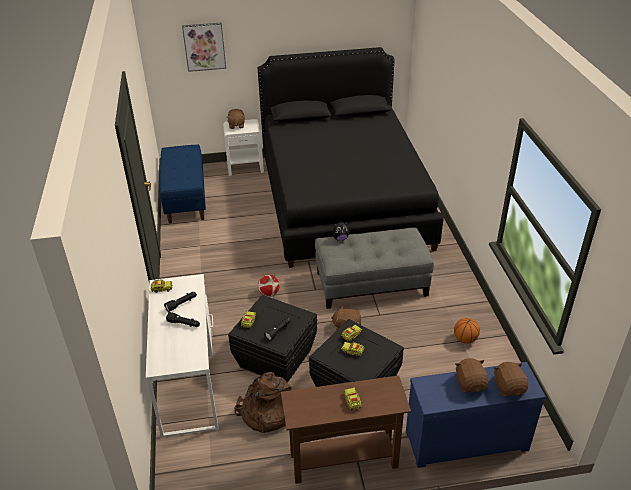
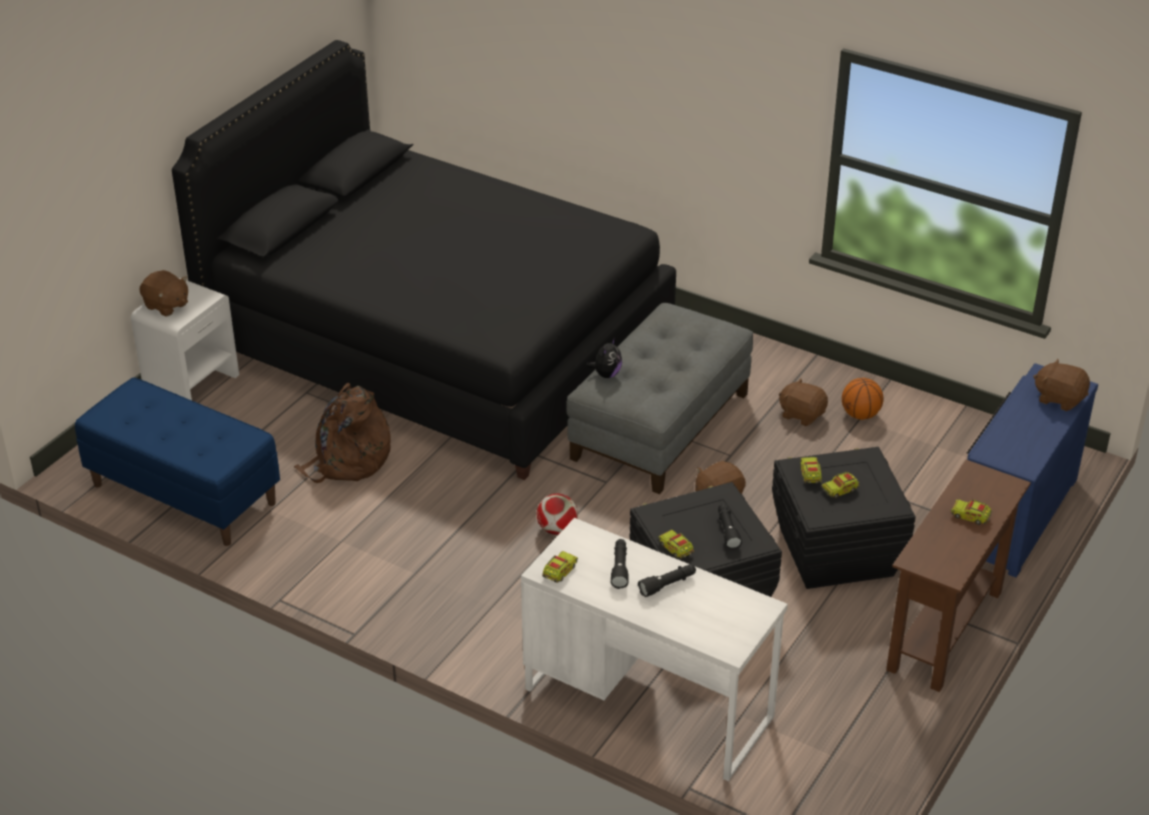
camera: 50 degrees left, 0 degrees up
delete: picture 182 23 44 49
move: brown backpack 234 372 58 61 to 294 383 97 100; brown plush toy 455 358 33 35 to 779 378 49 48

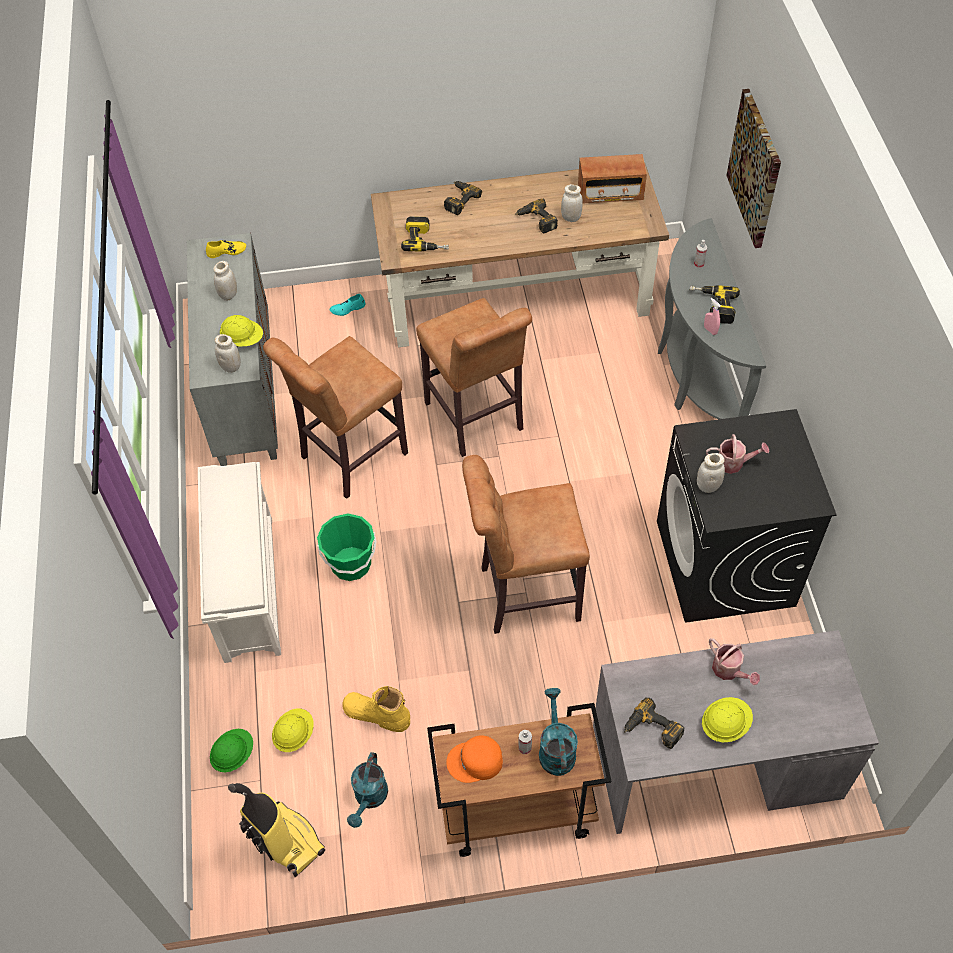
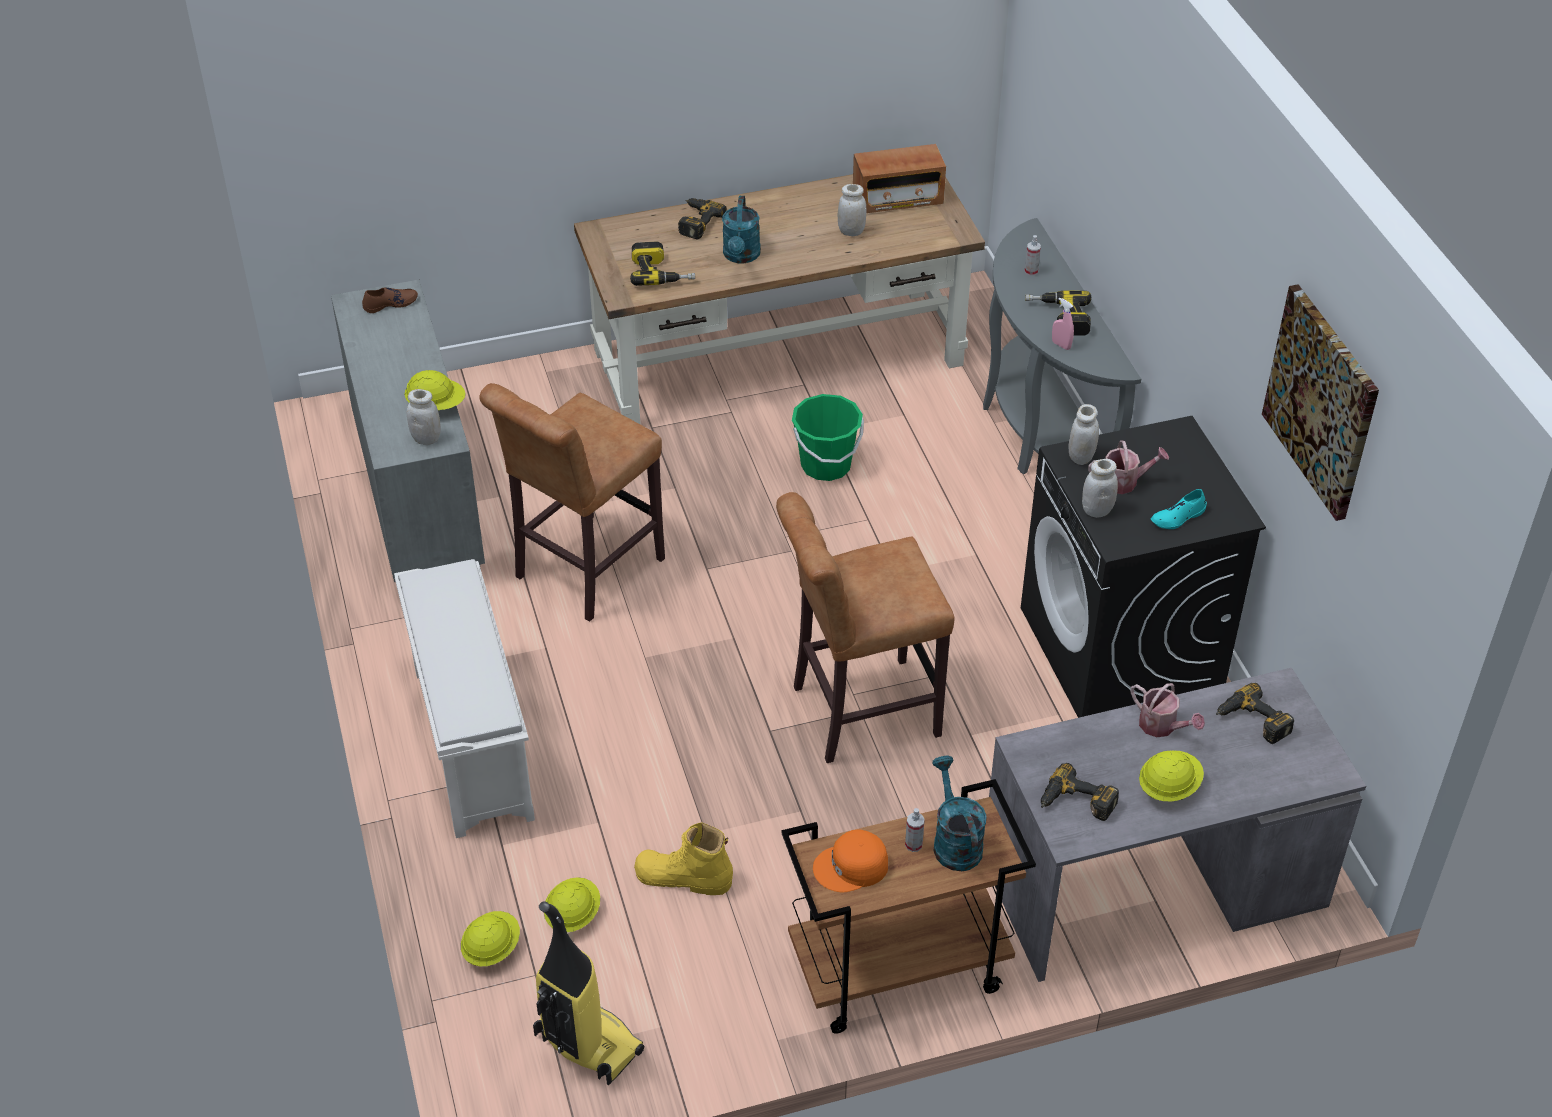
camera: 10 degrees left, 10 degrees down
delete: brown stool 416 298 116 159
move: white jar 213 261 24 40 to 1068 404 31 61; green bucket 317 514 59 67 to 792 394 72 87; turquoise shoe 330 294 35 22 to 1151 489 56 40; turquoise watering can 347 752 41 76 to 722 196 39 68; power drill 515 199 43 34 to 1216 683 78 61; picture 726 89 55 159 to 1262 284 117 237
recolor: yellow shoe 206 240 40 18 to brown shoe 362 288 56 25; green hard hat 210 729 43 43 to yellow hard hat 461 911 59 55

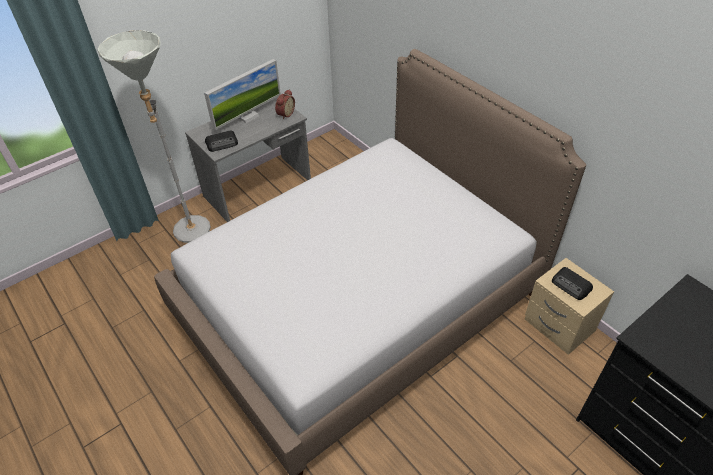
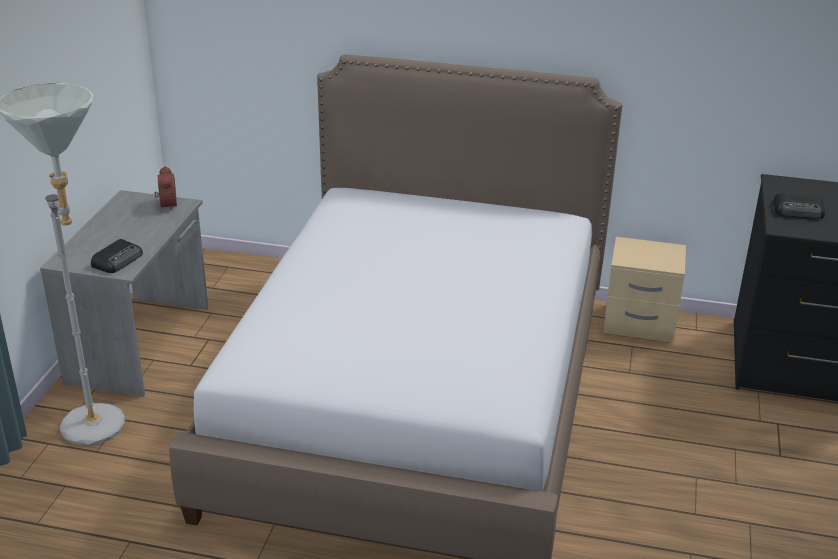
camera: 40 degrees left, 15 degrees down
delete: monitor 204 59 77 71
move: radio 552 267 41 33 to 773 193 52 26

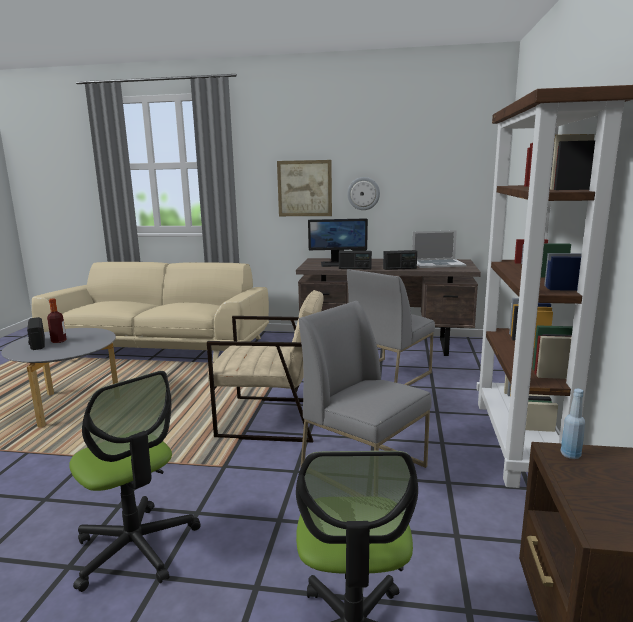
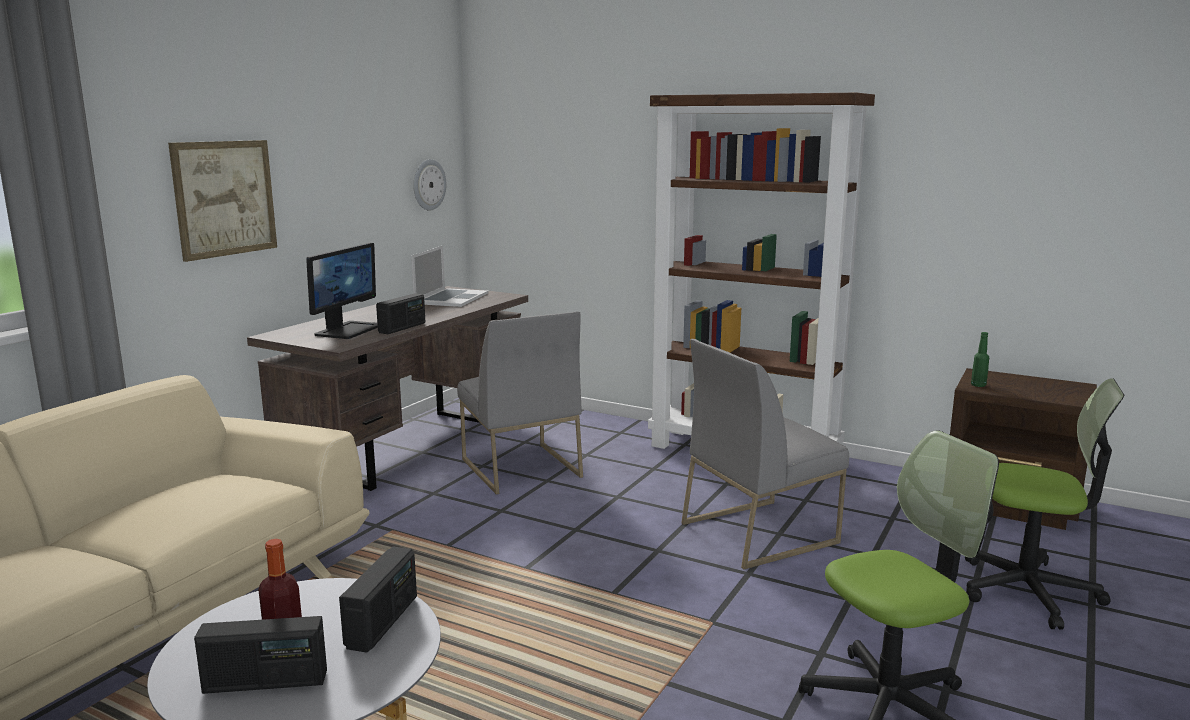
camera: 70 degrees left, 0 degrees up
delete: beige armchair 207 290 117 153
move: wall clock 347 177 33 33 to 413 159 34 52; radio 383 250 34 20 to 339 547 78 106
recolor: blue bottle 561 389 24 70 to green bottle 971 332 18 55

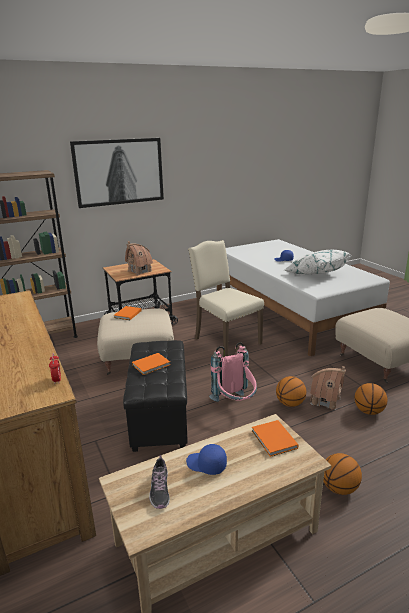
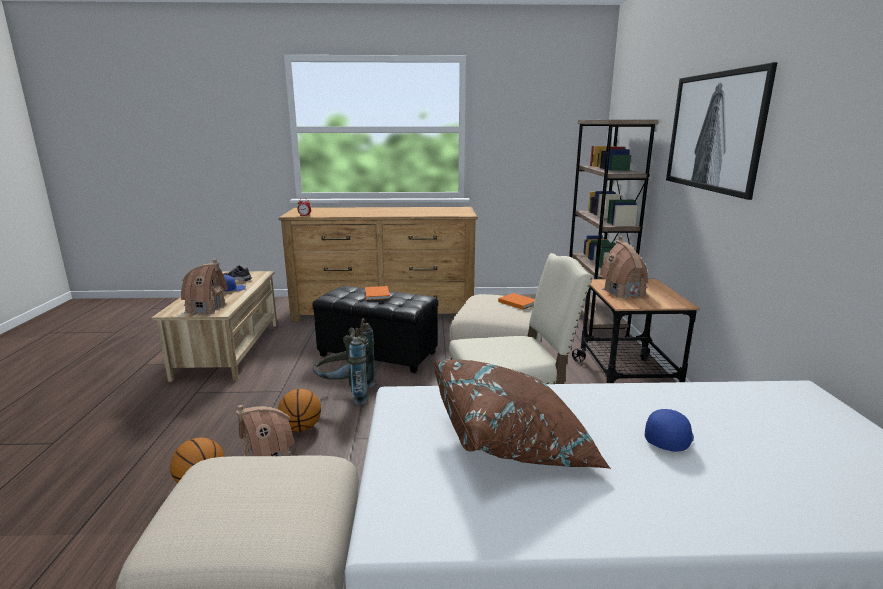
camera: 115 degrees right, 5 degrees down
delete: basketball 323 453 39 42
replace: orange book 252 420 46 37 to toy house 181 259 47 55
recolor: pink backpack 209 342 48 60 to grey backpack 313 318 63 87; white pillow 284 250 67 25 to brown pillow 433 359 178 110

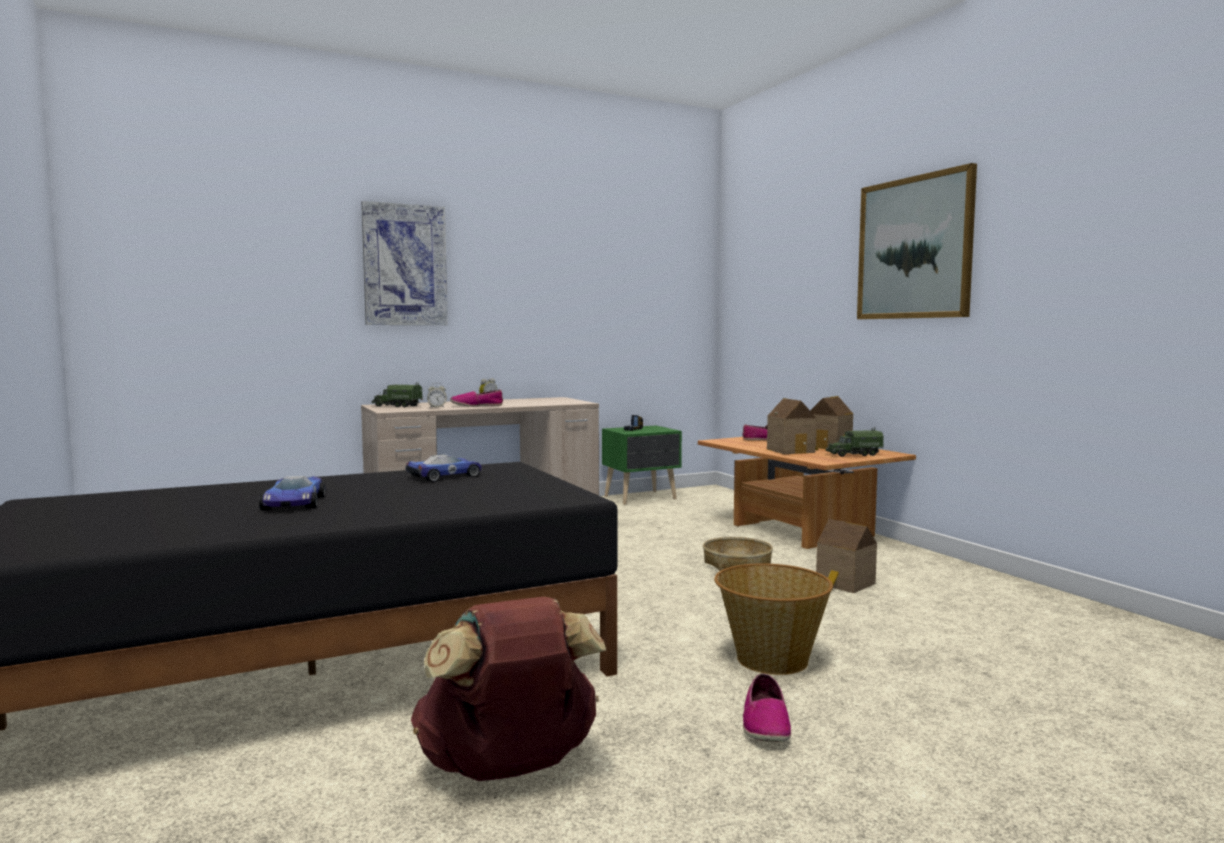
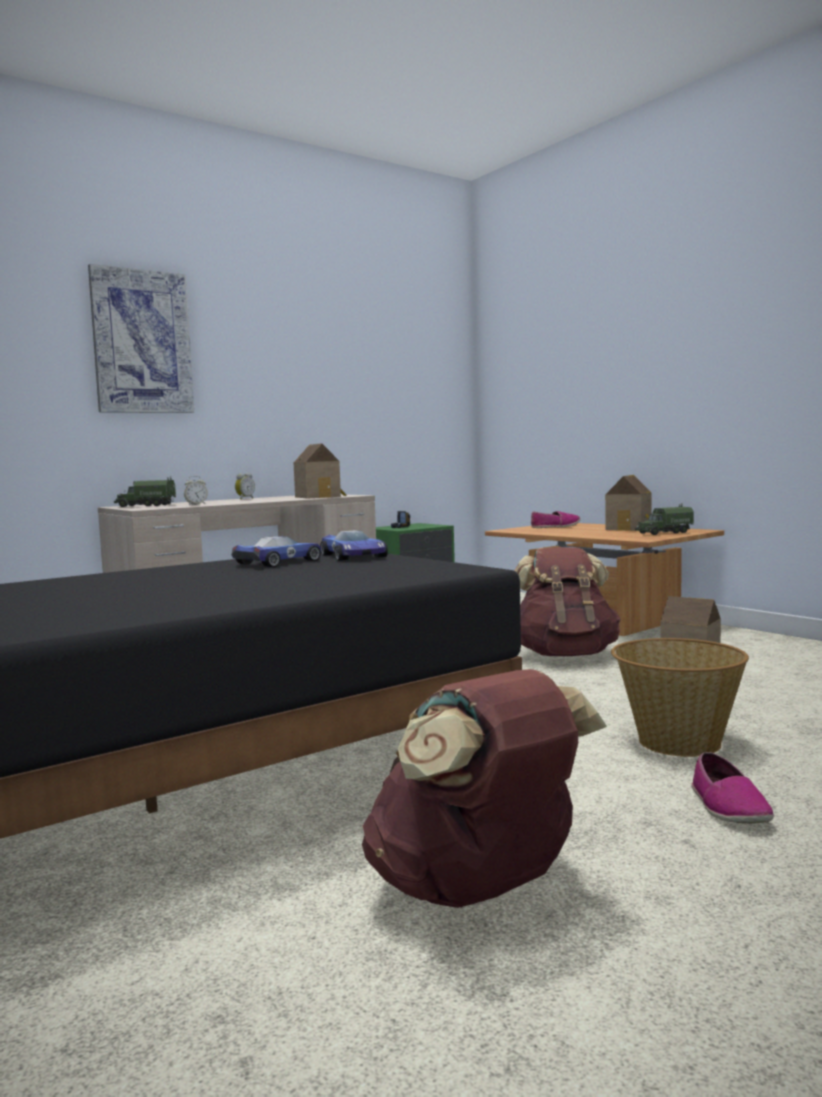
camera: 10 degrees left, 0 degrees up
delete: shoe 450 389 53 18; picture 857 163 120 156
move: toy car 259 476 67 34 to 320 530 68 31; toy house 767 398 51 56 to 293 443 54 56
replace: basket 703 537 70 34 to brown backpack 514 547 107 109

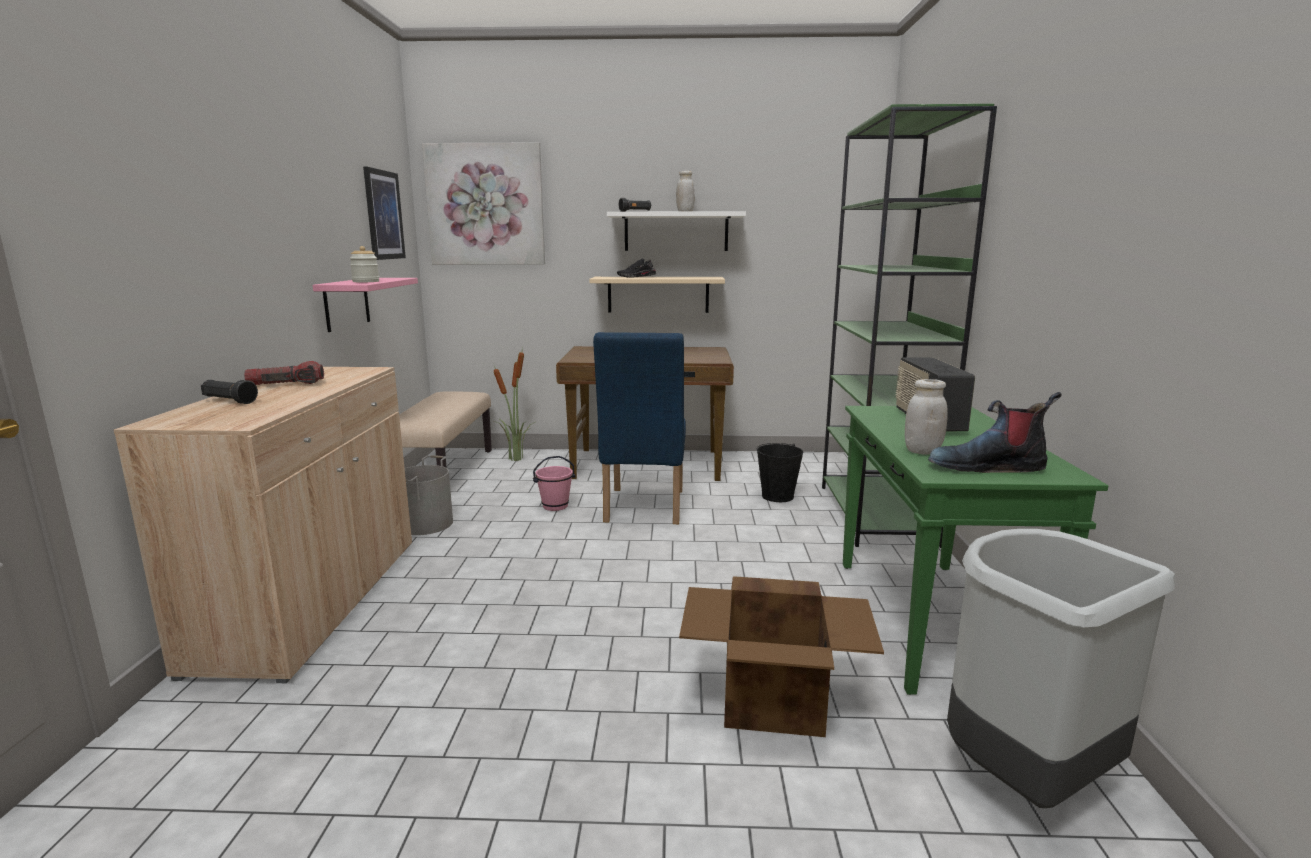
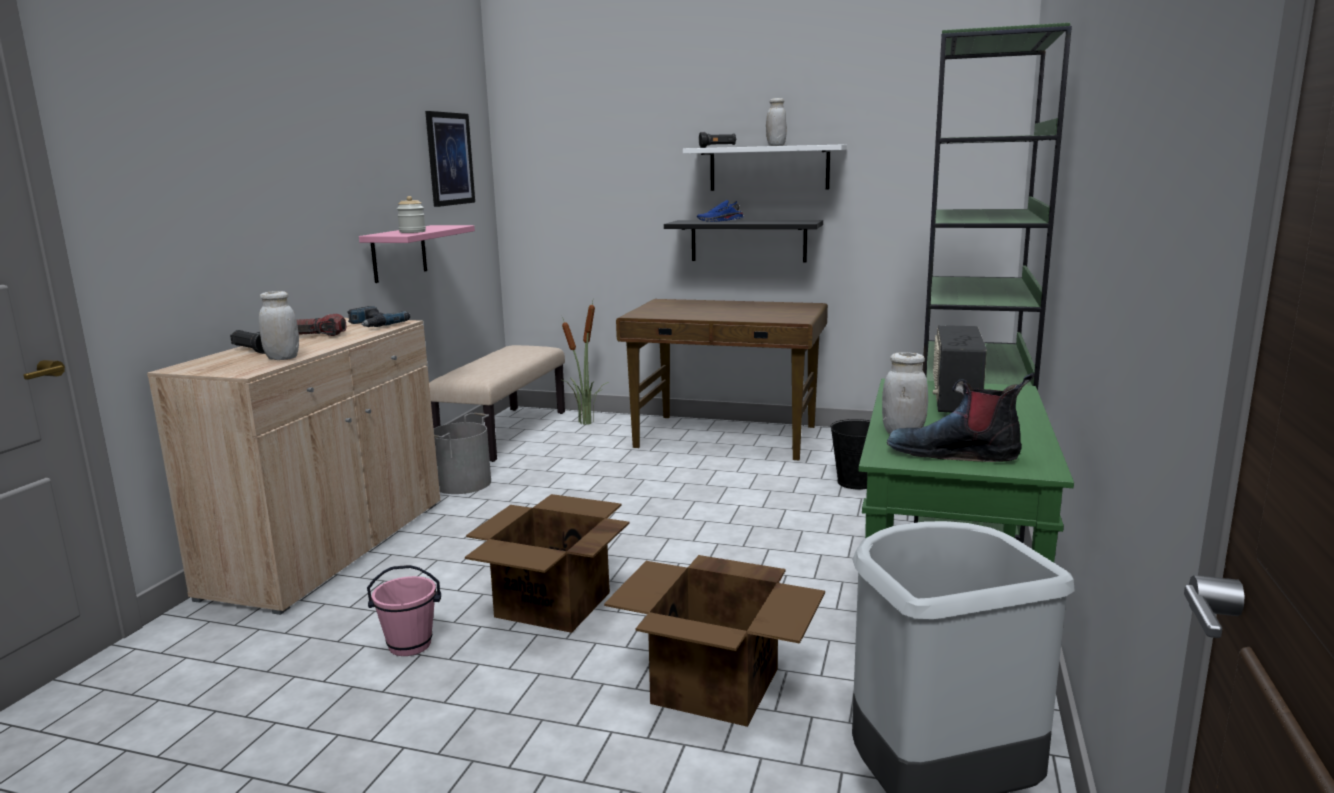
camera: 15 degrees right, 0 degrees up
delete: picture 422 142 123 123; blue chair 593 332 93 192
insert: white jar 259 291 40 69; power drill 347 306 63 21; cardboard box 465 494 164 139
move: pink bucket 533 456 43 55 to 367 565 74 91
recolor: beige shelf 589 277 136 36 to black shelf 664 220 159 42; black shoe 617 258 40 19 to blue shoe 697 200 47 22

